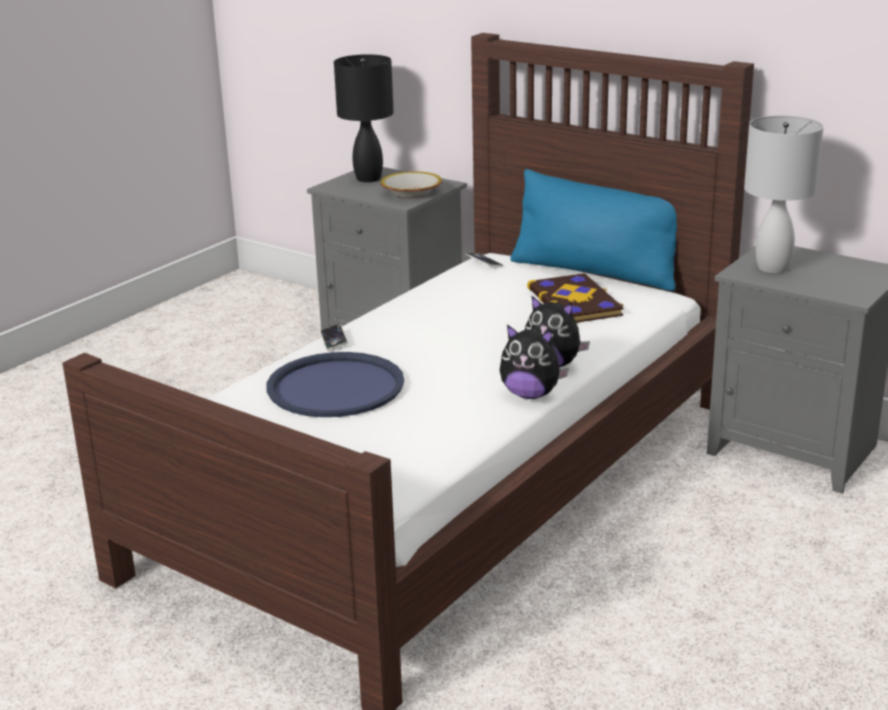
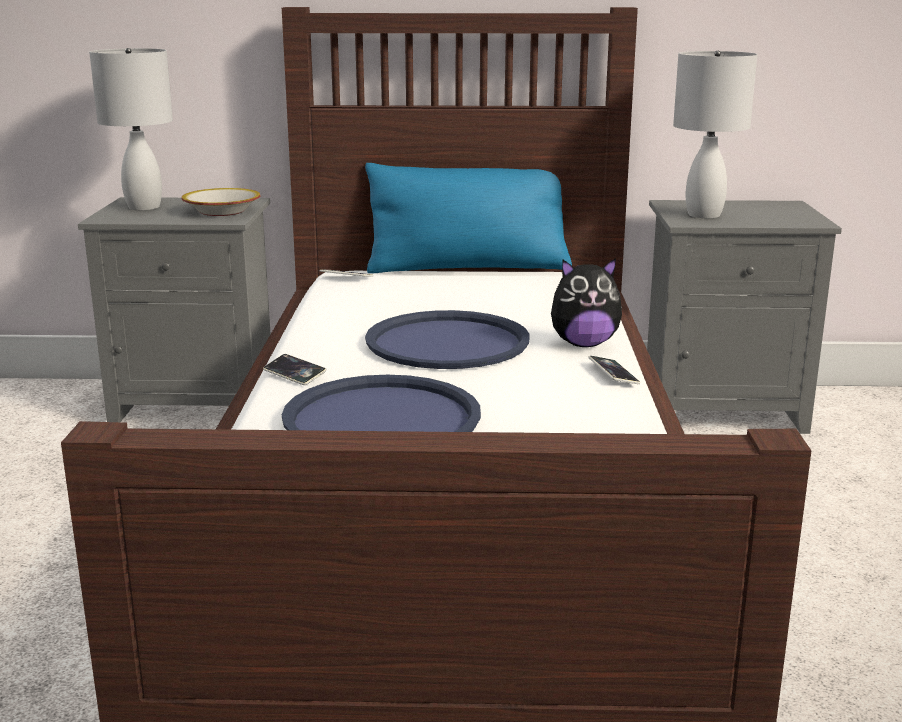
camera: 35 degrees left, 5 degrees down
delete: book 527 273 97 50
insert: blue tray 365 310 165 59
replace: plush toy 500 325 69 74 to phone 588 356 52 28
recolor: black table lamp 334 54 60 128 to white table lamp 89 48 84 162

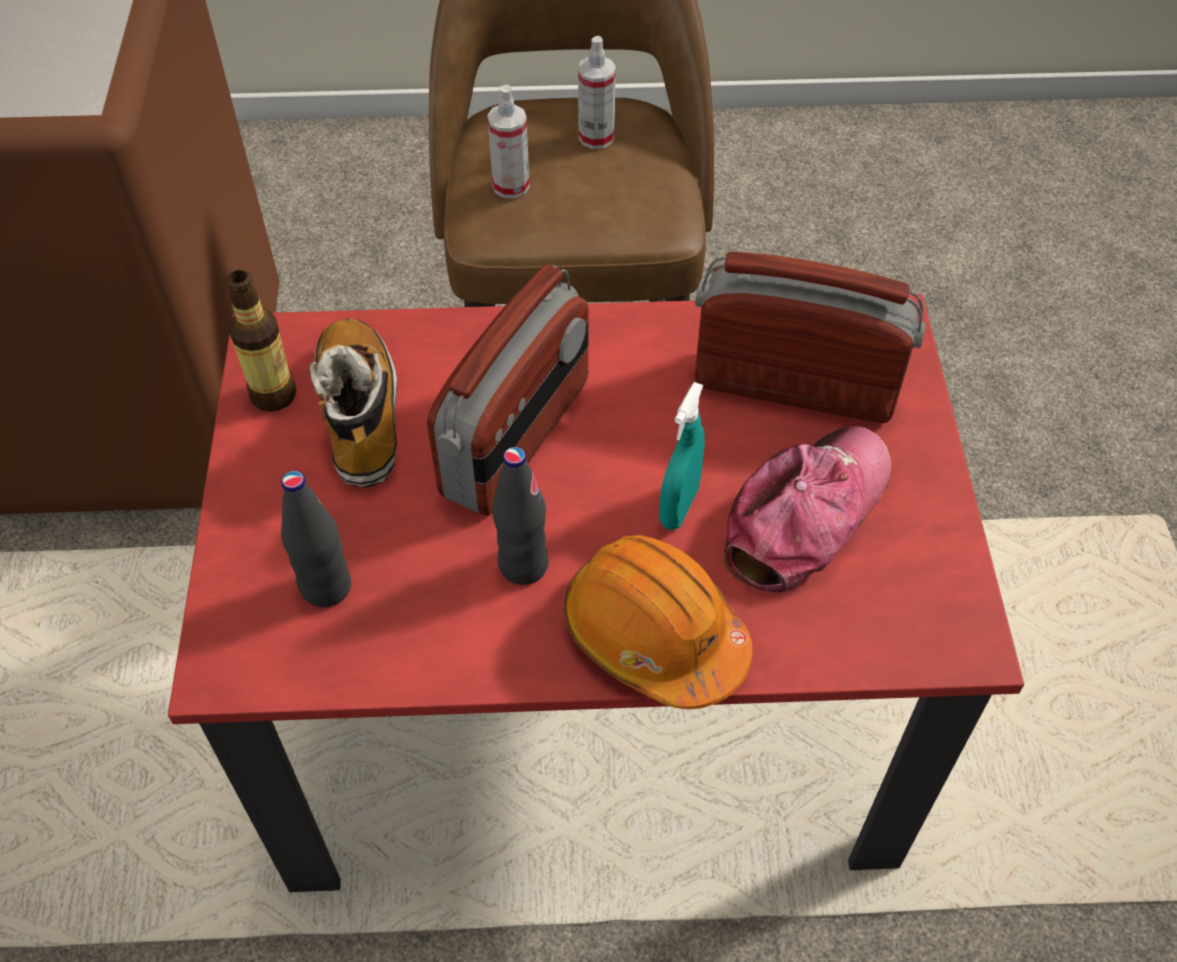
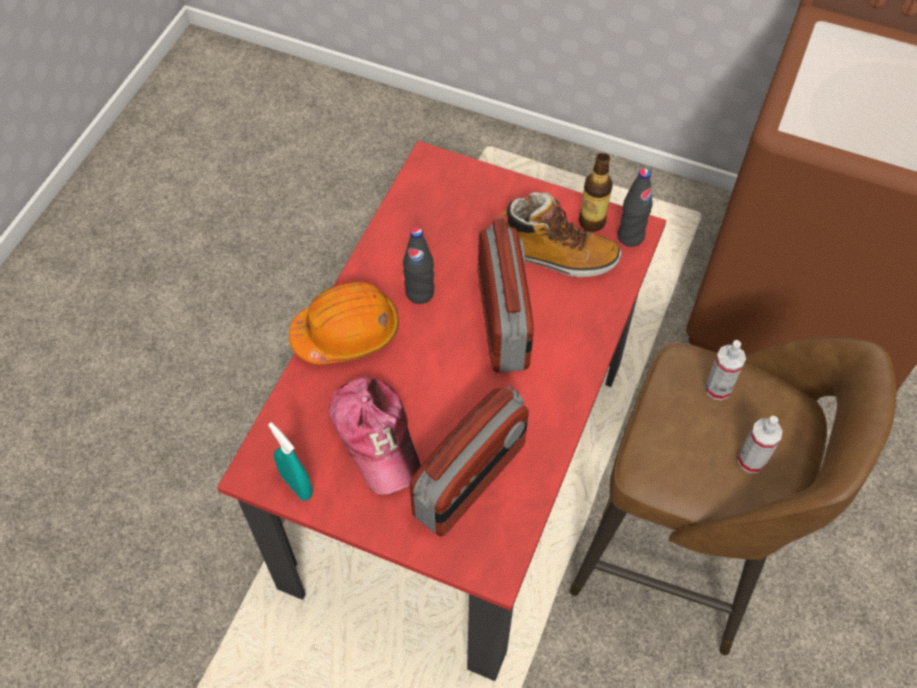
camera: 115 degrees right, 5 degrees up
move: black bottle 281 471 70 136 to 618 168 35 79; turquoise spray bottle 659 382 46 148 to 268 422 45 79
rotate: radio 427 264 162 252 = 478 217 56 156 150 degrees counterclockwise

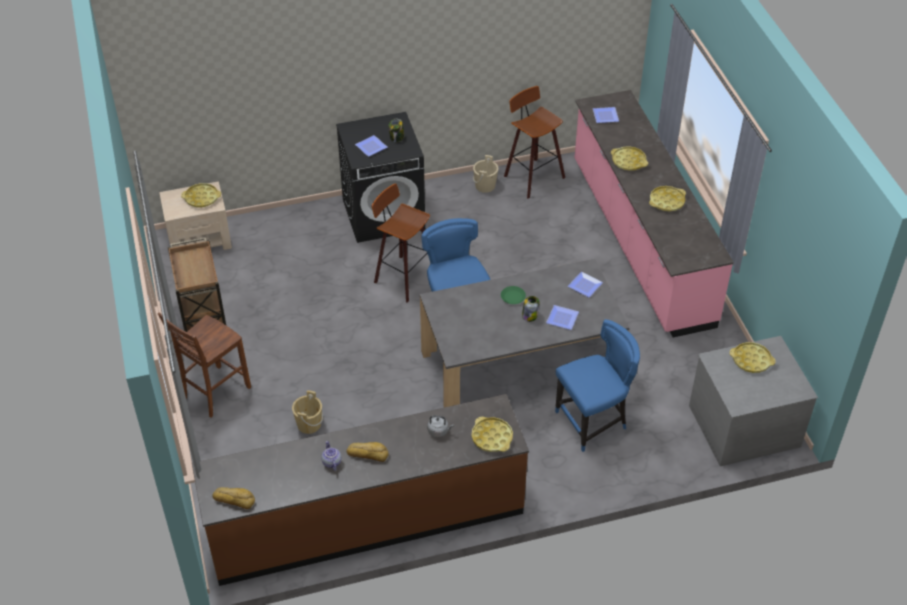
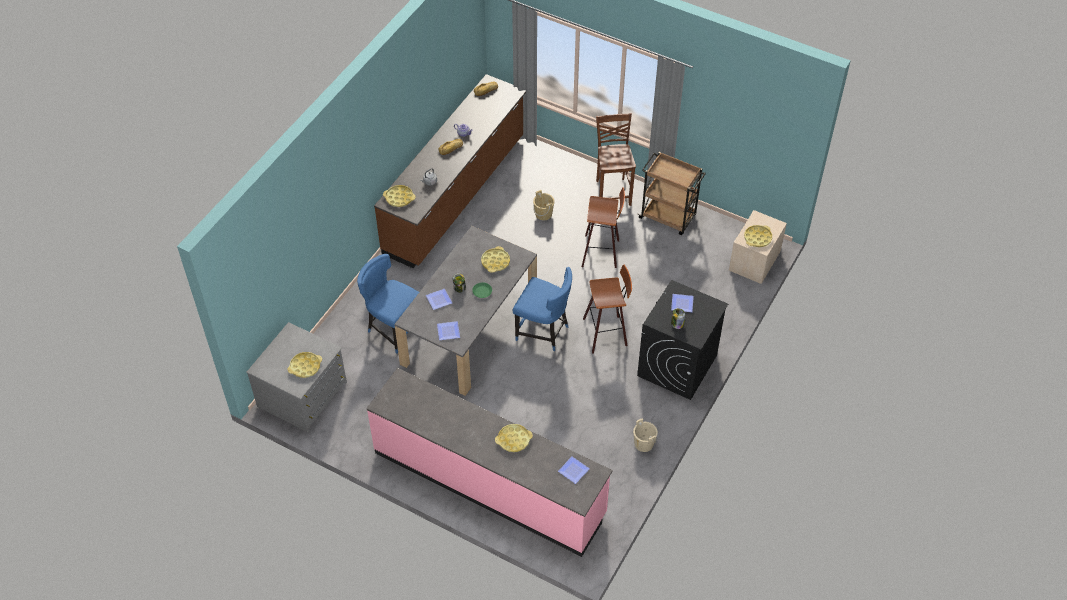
camera: 135 degrees right, 5 degrees up
move: stool 504 86 61 113 to 582 187 43 81; yellow tray 649 186 37 25 to 481 246 29 27
rotate: blue chair 555 319 85 133 = 357 254 62 99 105 degrees clockwise

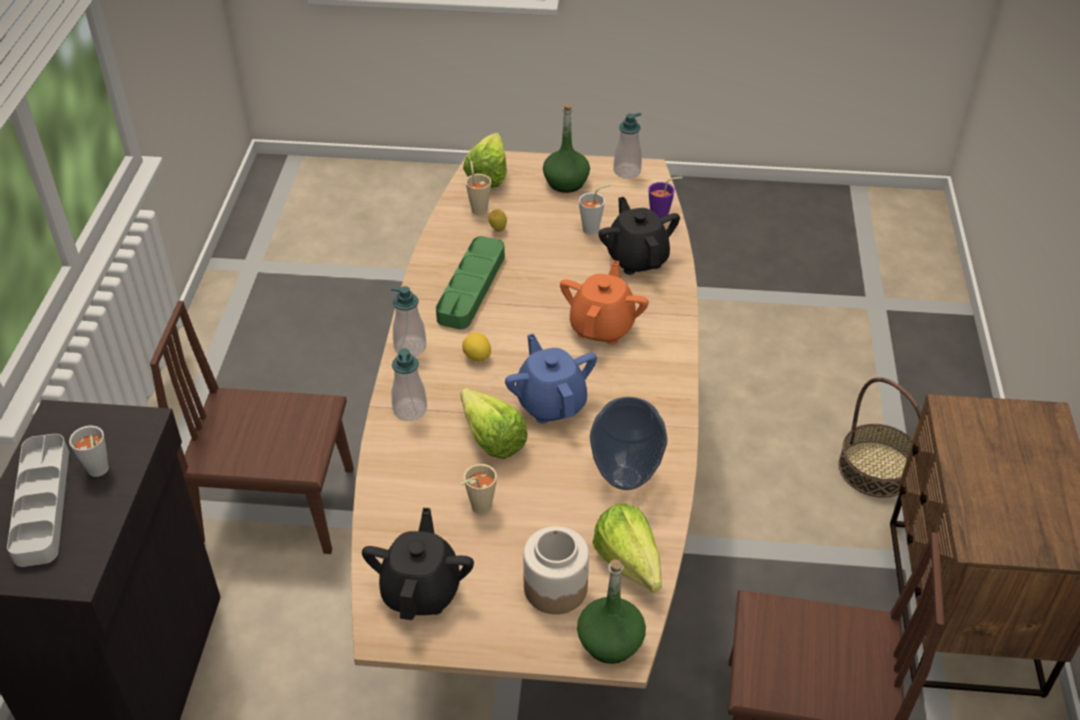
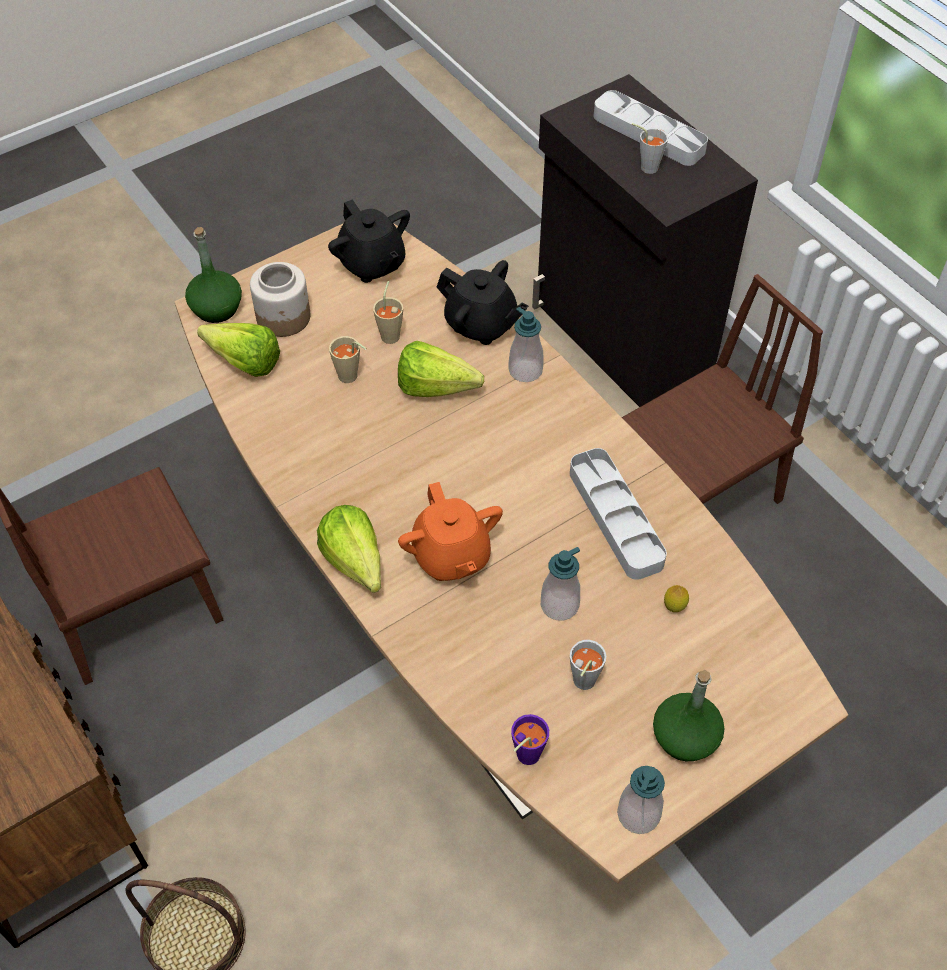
camera: 140 degrees right, 10 degrees up
delete: lemon 462 333 29 28; blue teapot 505 334 92 90; vase 590 397 78 93
move: soap dispenser 391 286 35 70 to 541 547 39 74; lettuce 463 133 44 55 to 317 505 64 88; beige cup 466 161 25 54 to 329 336 38 47; black teapot 598 197 82 78 to 437 260 92 85
recolor: green tray 436 236 69 93 to grey tray 570 448 97 132

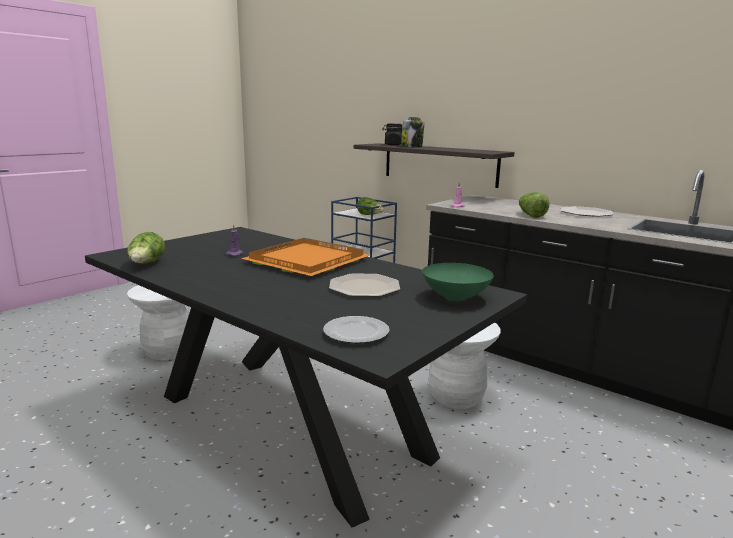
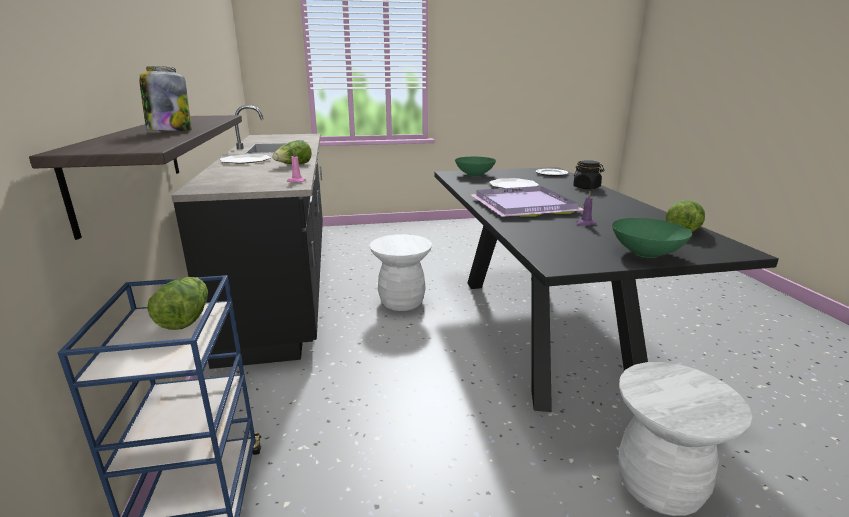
camera: 140 degrees left, 5 degrees up
insert: green bowl 612 218 80 40
move: black jar 382 124 20 21 to 573 160 31 29
recolor: orange tray 241 238 129 38 to purple tray 471 186 113 31

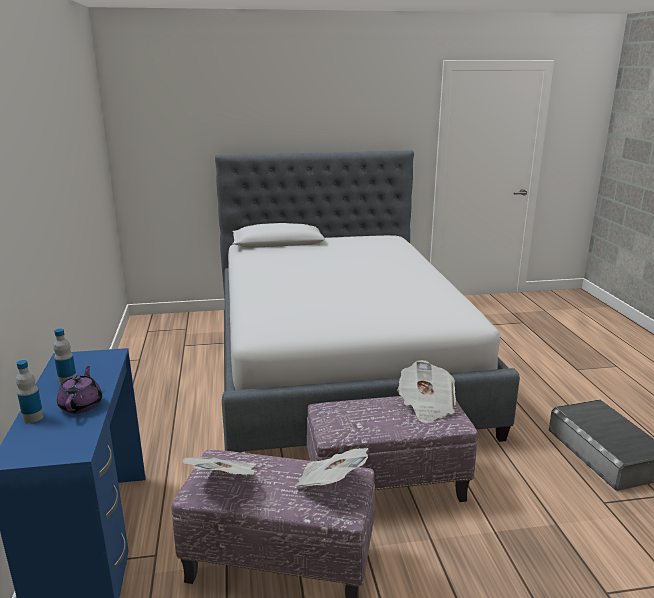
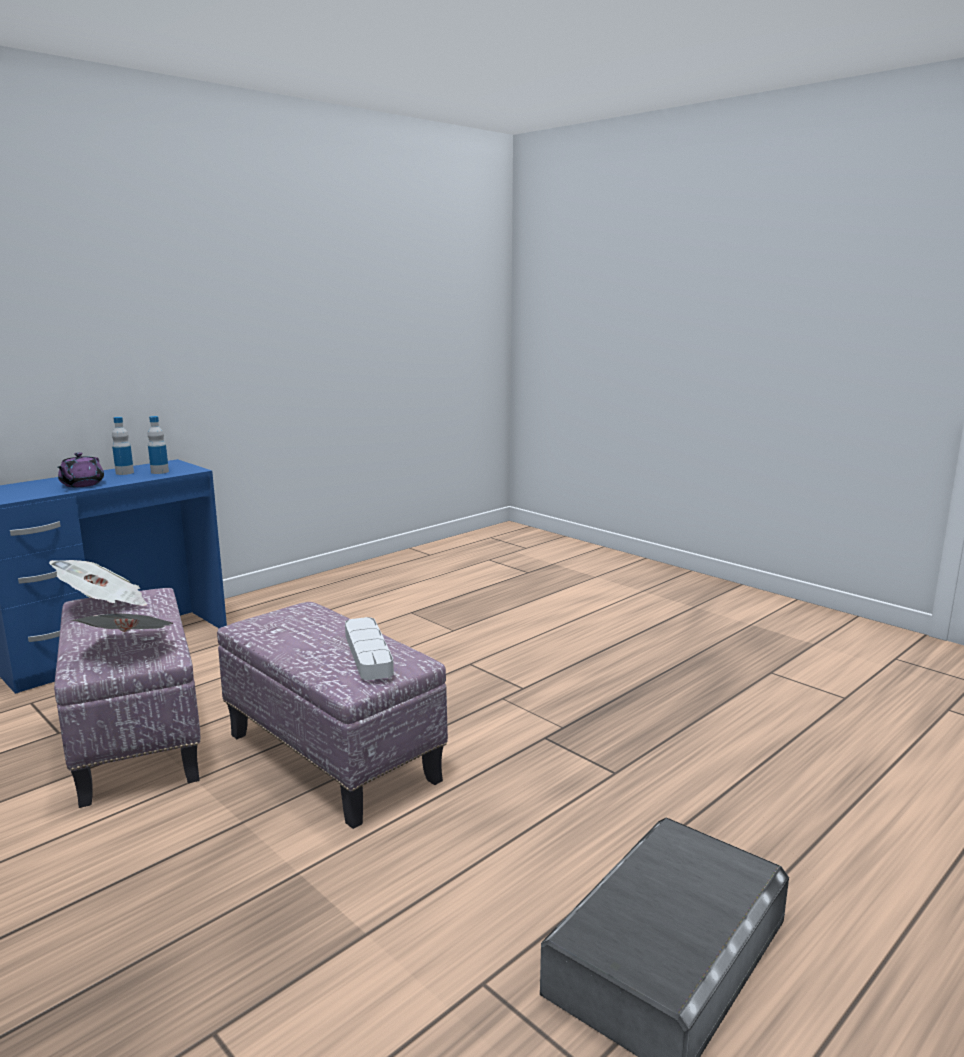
camera: 55 degrees right, 5 degrees down
delete: bed 215 150 305 303
move: bottle 16 360 28 63 to 148 416 21 58
replace: newspaper 398 360 58 63 to grey tray 345 617 49 63
rotate: purple teapot 57 366 45 48 = 58 452 46 35 135 degrees clockwise

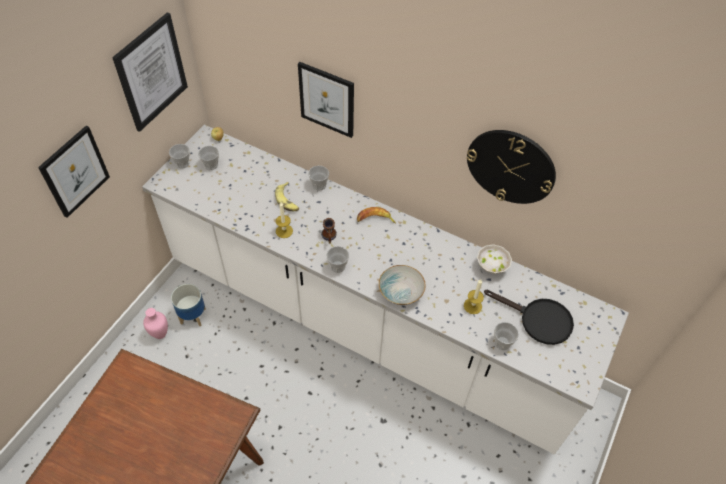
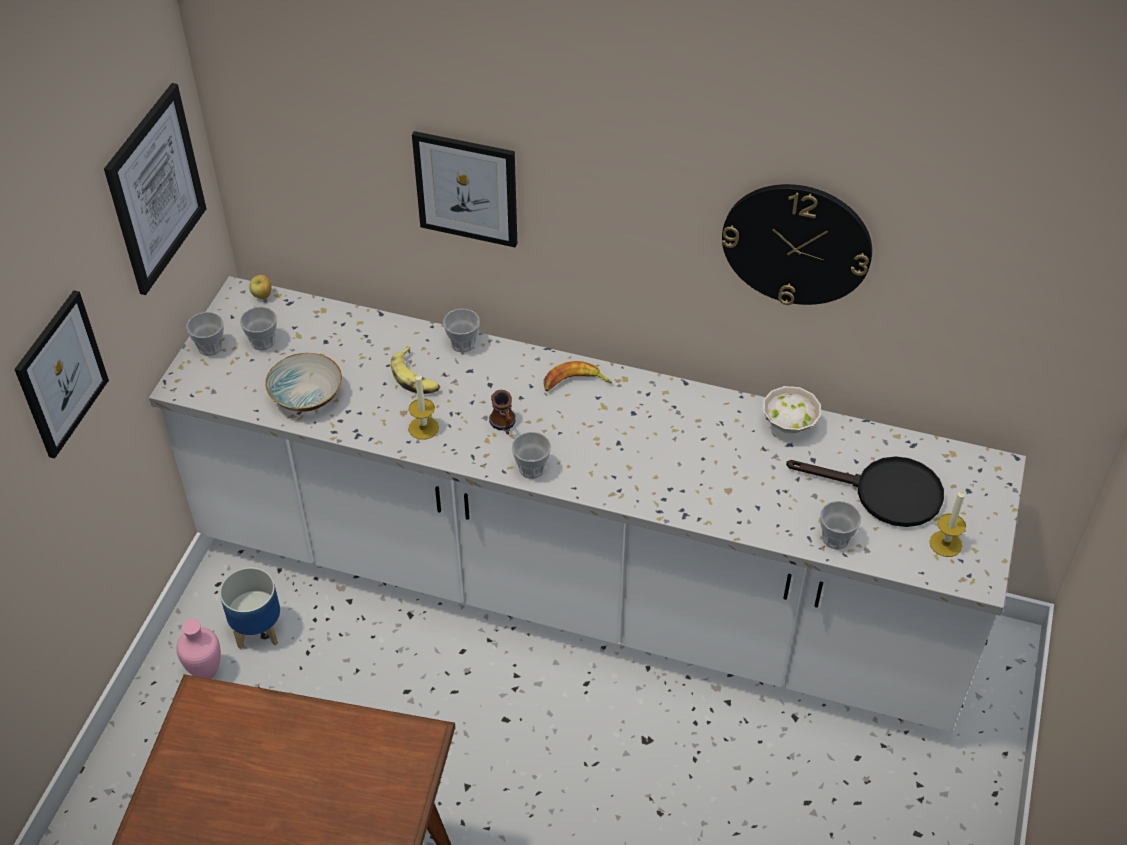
camera: 10 degrees left, 5 degrees down
move: bowl 379 265 47 40 to 265 353 77 59; candle 464 279 20 35 to 929 490 37 67

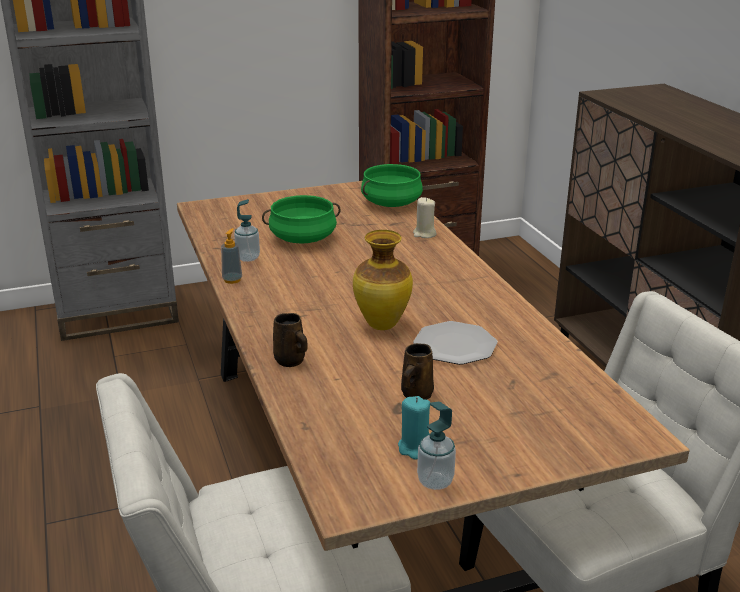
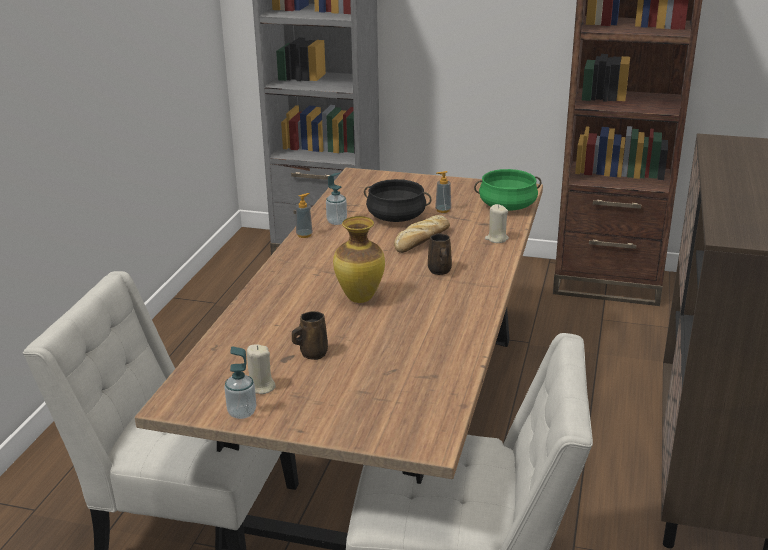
camera: 35 degrees right, 0 degrees up
delete: plate 413 321 85 44
insert: bread 394 215 56 38; soap dispenser 435 171 16 42
move: brown mug 273 313 35 54 to 428 233 24 42
recolor: green cooking pot 262 195 79 49 to black cooking pot 364 179 68 43; turquoise candle 398 396 32 64 to beige candle 247 344 29 50

